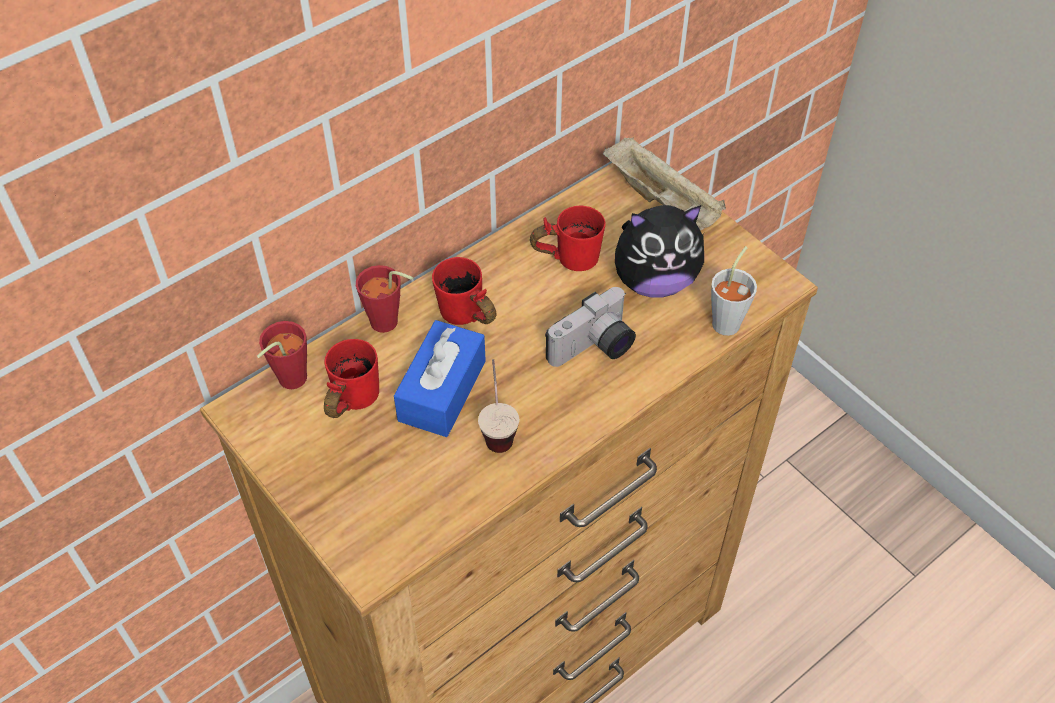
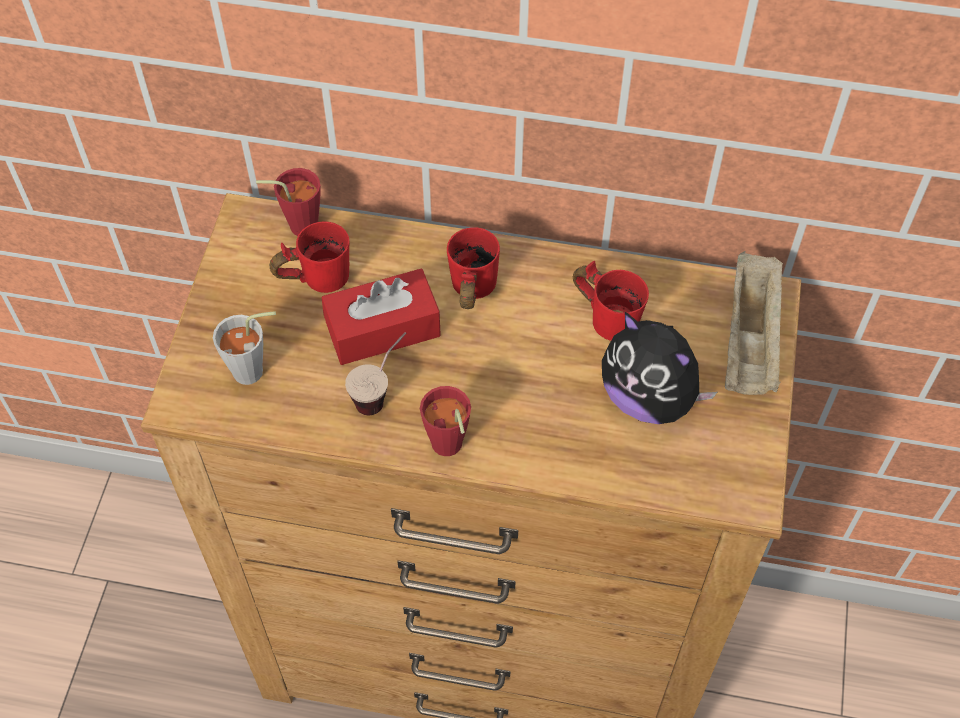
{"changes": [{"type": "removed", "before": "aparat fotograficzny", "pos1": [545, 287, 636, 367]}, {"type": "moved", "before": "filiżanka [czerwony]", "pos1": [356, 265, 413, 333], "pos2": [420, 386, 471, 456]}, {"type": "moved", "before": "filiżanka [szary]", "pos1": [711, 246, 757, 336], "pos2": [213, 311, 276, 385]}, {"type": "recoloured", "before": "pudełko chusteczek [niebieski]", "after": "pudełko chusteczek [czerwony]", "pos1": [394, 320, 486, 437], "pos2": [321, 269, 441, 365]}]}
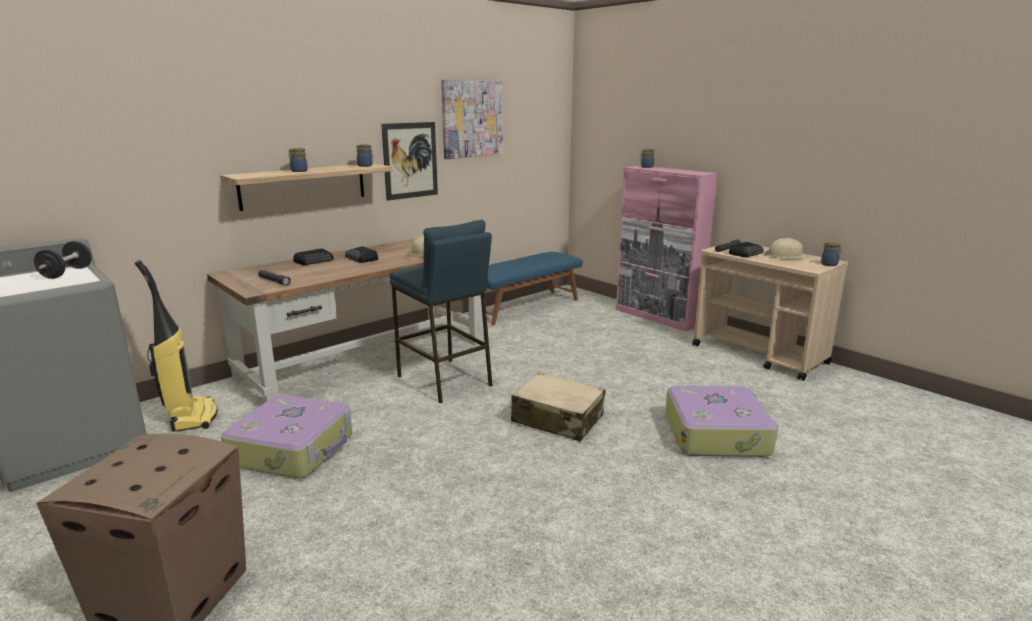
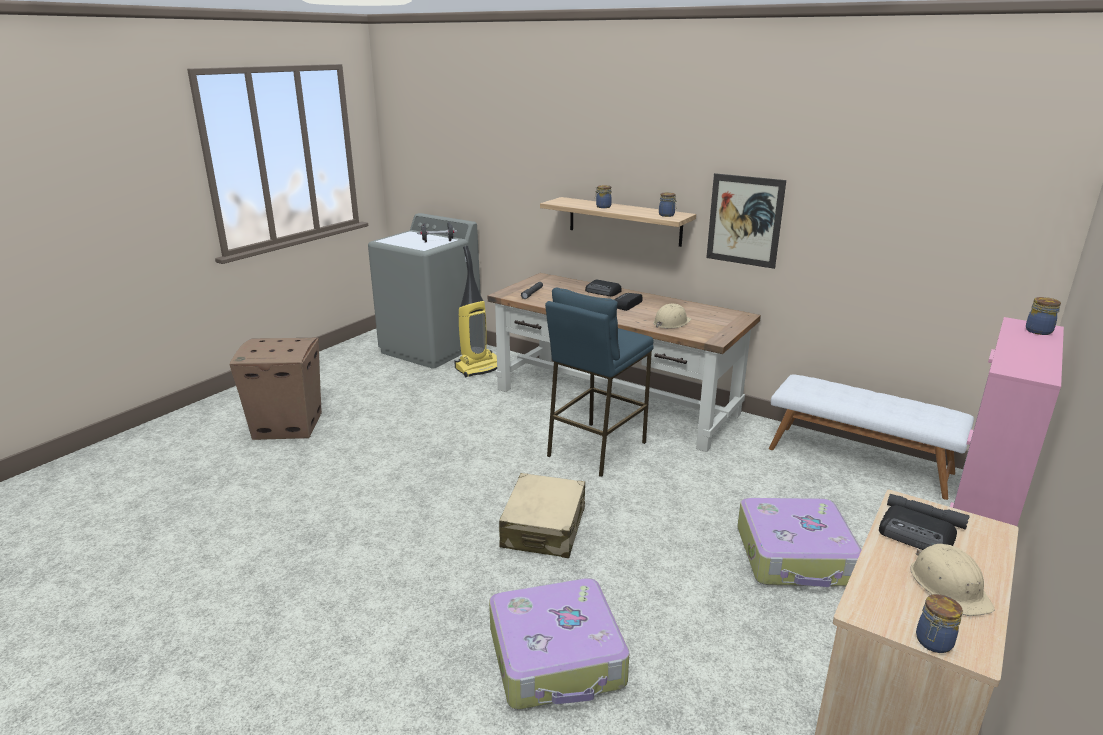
{"changes": [{"type": "removed", "before": "obraz", "pos1": [441, 80, 503, 159]}, {"type": "moved", "before": "walizka", "pos1": [221, 395, 352, 478], "pos2": [737, 498, 862, 587]}, {"type": "recoloured", "before": "ławka [niebieski]", "after": "ławka [biały]", "pos1": [468, 252, 583, 325], "pos2": [769, 374, 974, 500]}]}
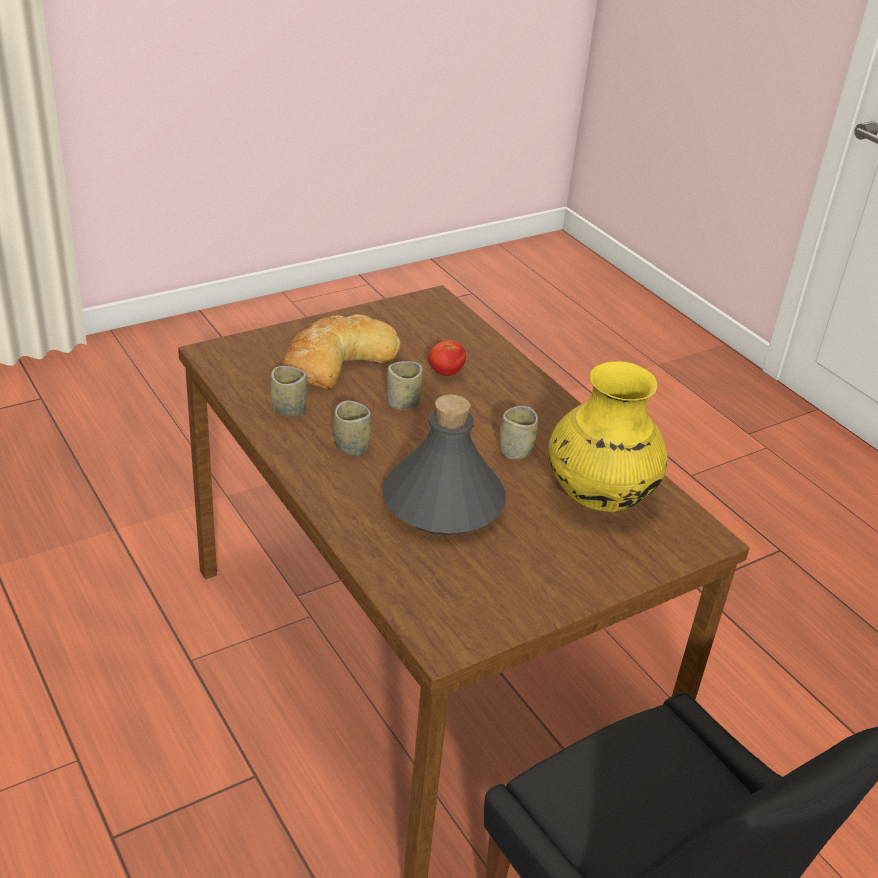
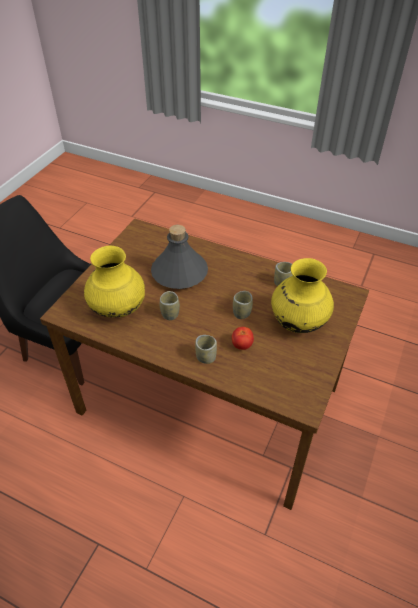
{"changes": [{"type": "moved", "before": "filiżanka", "pos1": [333, 401, 371, 456], "pos2": [195, 335, 217, 364]}, {"type": "replaced", "before": "chleb", "after": "wazon [żółty]", "pos1": [282, 314, 401, 389], "pos2": [271, 258, 334, 333]}]}
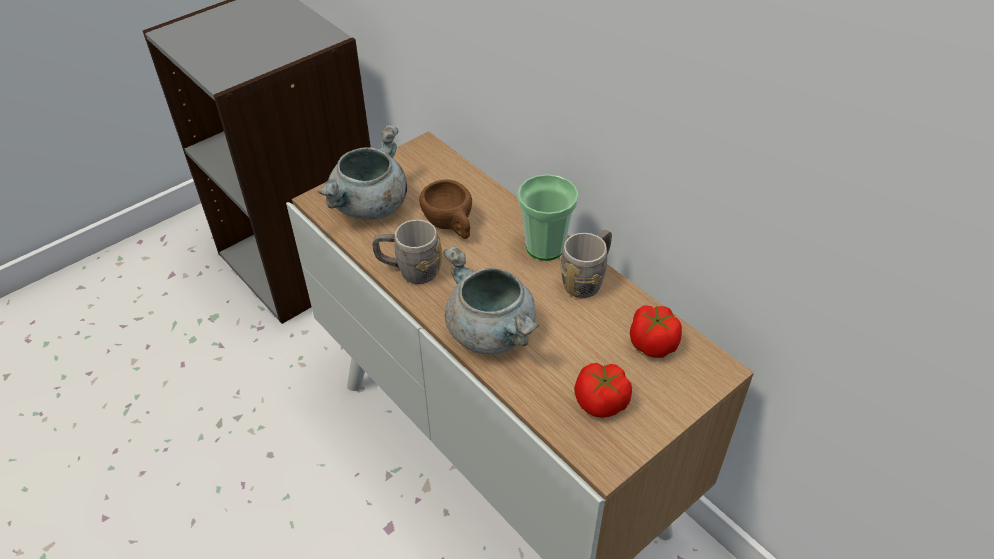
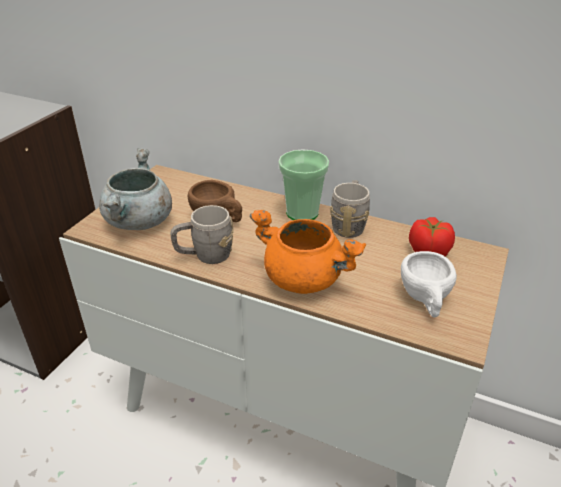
{"changes": [{"type": "replaced", "before": "pomidor", "after": "filiżanka [biały]", "pos1": [574, 363, 632, 418], "pos2": [401, 251, 457, 318]}, {"type": "recoloured", "before": "garnek [szary]", "after": "garnek [pomarańczowy]", "pos1": [443, 246, 539, 354], "pos2": [250, 210, 366, 294]}]}
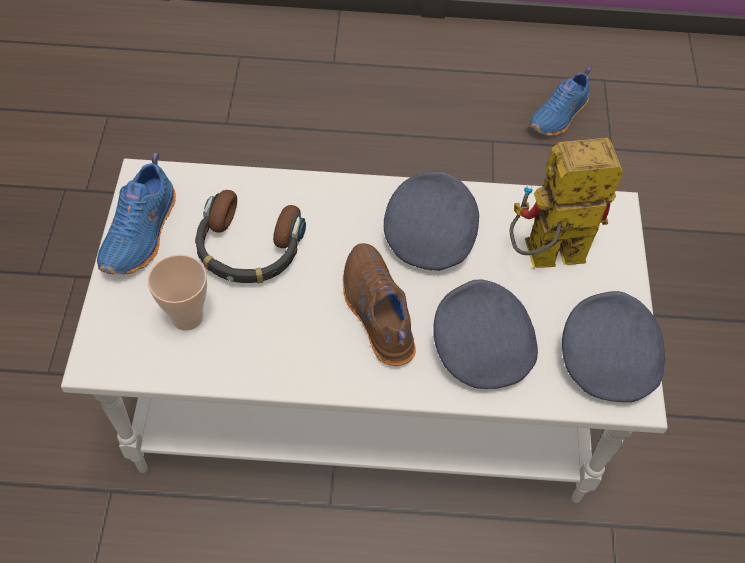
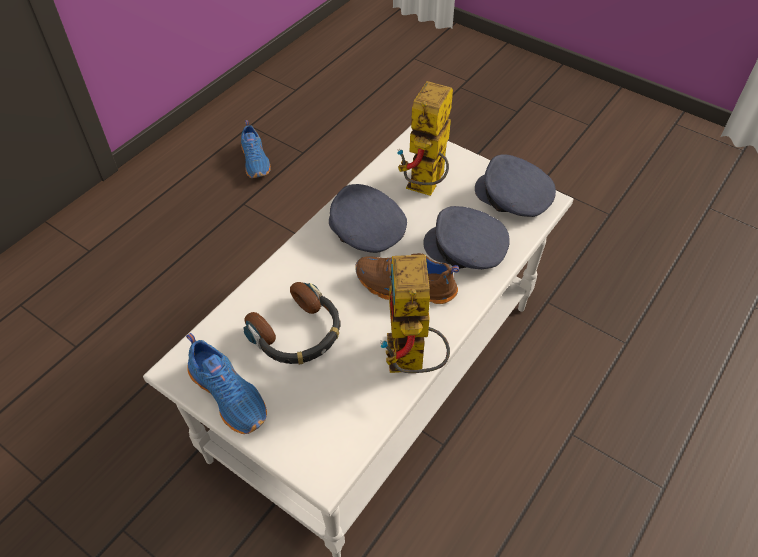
{"changes": [{"type": "removed", "before": "filiżanka", "pos1": [148, 255, 207, 331]}, {"type": "added", "after": "robot zabawkowy", "pos2": [380, 255, 450, 373]}]}
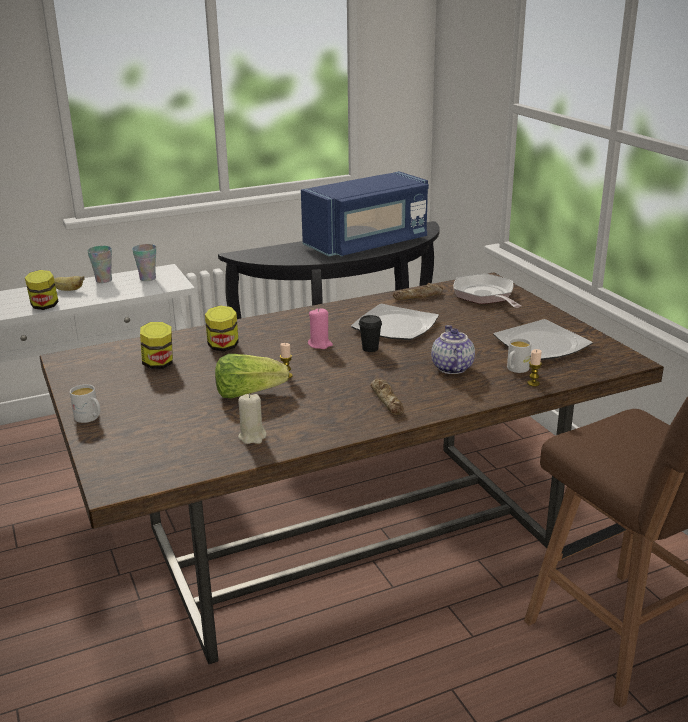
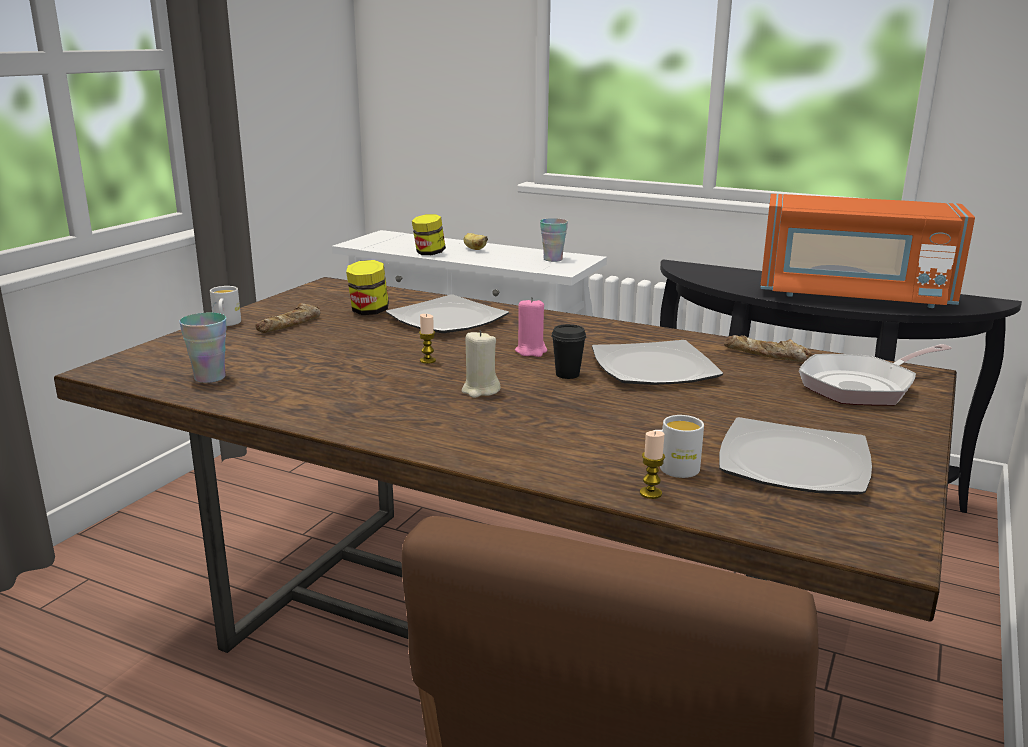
{"changes": [{"type": "removed", "before": "sałata", "pos1": [215, 354, 289, 398]}, {"type": "removed", "before": "imbryk", "pos1": [431, 325, 475, 374]}, {"type": "moved", "before": "filiżanka", "pos1": [87, 246, 112, 283], "pos2": [179, 313, 227, 383]}, {"type": "moved", "before": "świeca [beżowy]", "pos1": [238, 393, 266, 444], "pos2": [462, 330, 501, 398]}, {"type": "moved", "before": "chleb", "pos1": [370, 379, 404, 415], "pos2": [255, 303, 320, 333]}, {"type": "replaced", "before": "słoik", "after": "talerz", "pos1": [205, 305, 239, 352], "pos2": [386, 294, 509, 333]}, {"type": "recoloured", "before": "mikrofalówka [niebieski]", "after": "mikrofalówka [pomarańczowy]", "pos1": [301, 171, 429, 256], "pos2": [761, 194, 975, 308]}, {"type": "turned", "before": "patelnia", "pos1": [453, 273, 521, 308], "pos2": [799, 344, 952, 406], "turn": -150}]}
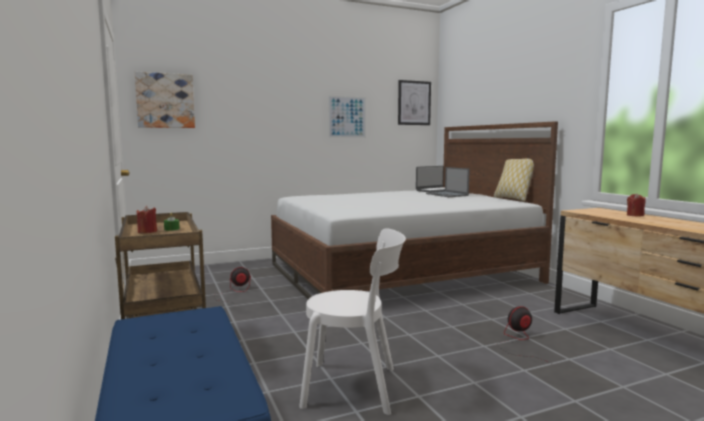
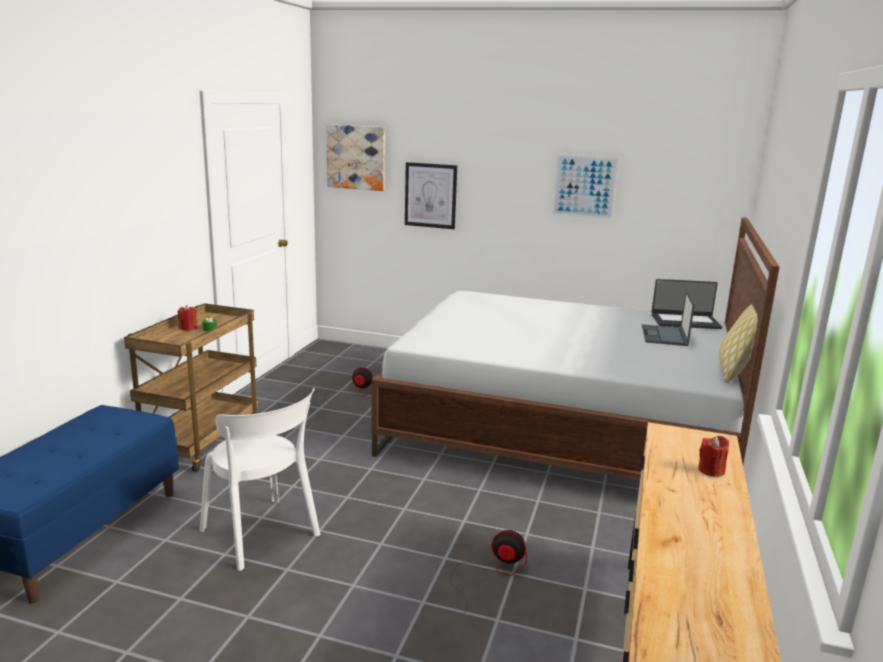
{"changes": [{"type": "moved", "before": "obraz", "pos1": [398, 80, 431, 125], "pos2": [405, 162, 457, 229]}]}
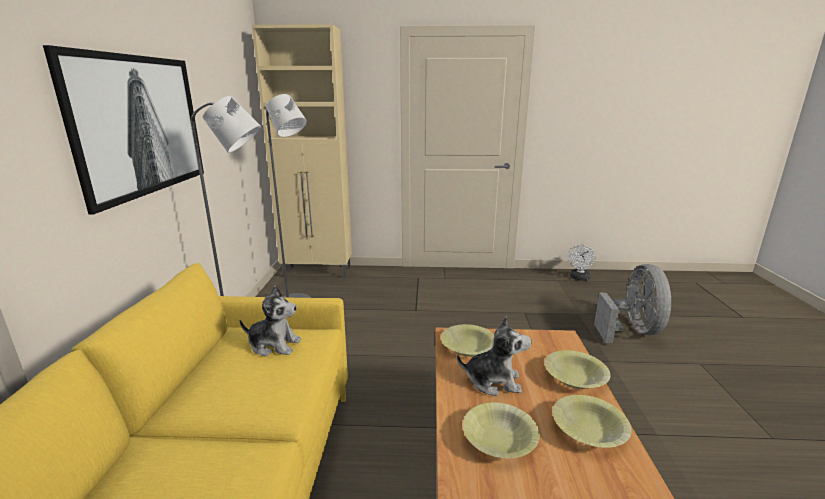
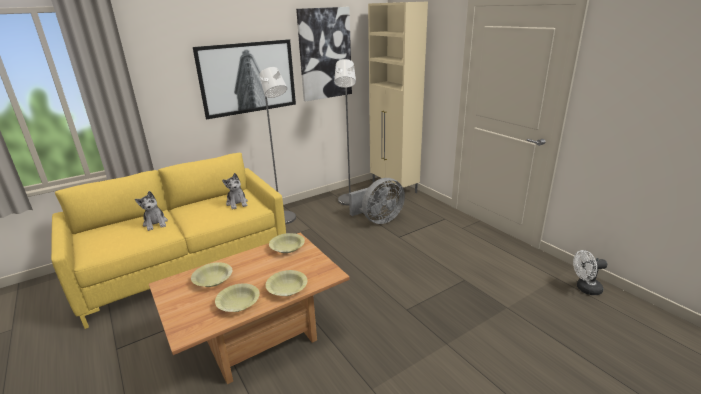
{"changes": [{"type": "added", "after": "obraz", "pos2": [296, 7, 352, 101]}, {"type": "moved", "before": "pluszak", "pos1": [457, 316, 532, 396], "pos2": [135, 191, 168, 231]}, {"type": "moved", "before": "wentylator [szary]", "pos1": [594, 264, 671, 343], "pos2": [349, 178, 405, 224]}]}
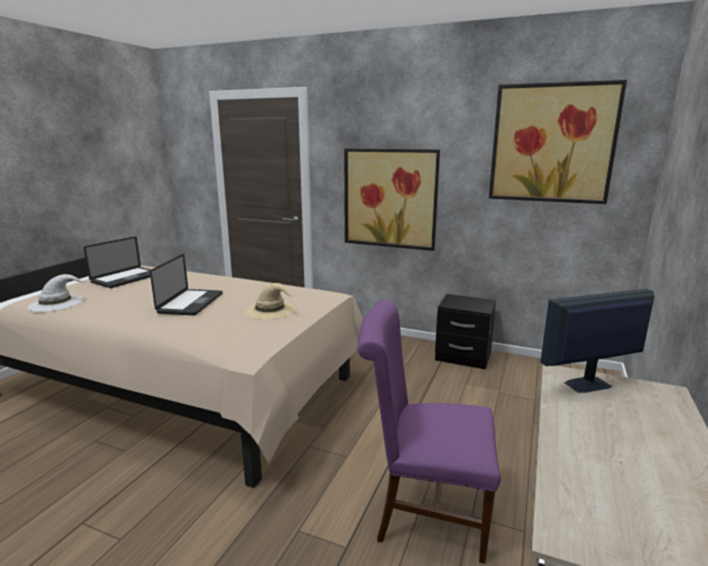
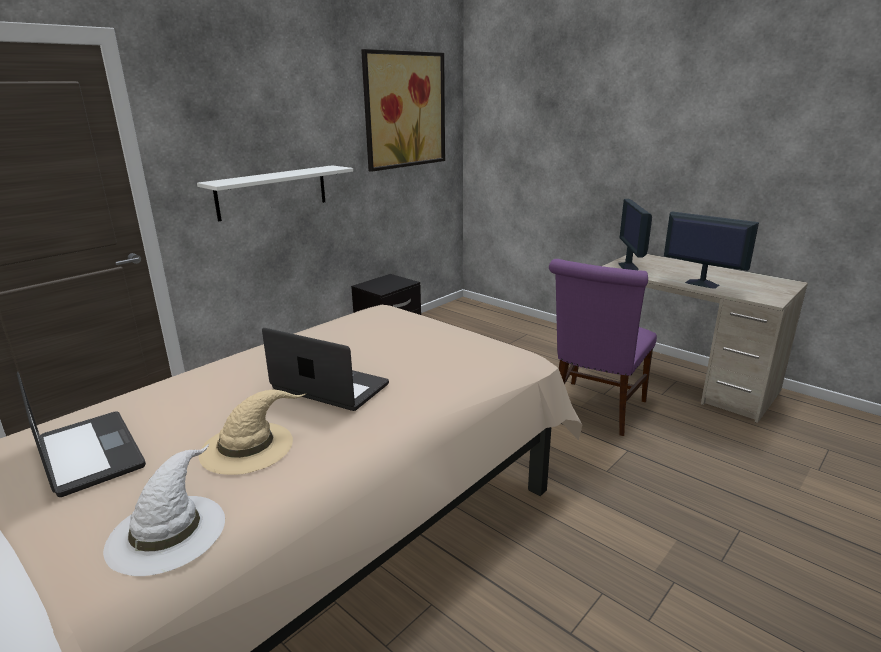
{"changes": [{"type": "added", "after": "monitor", "pos2": [664, 212, 759, 289]}, {"type": "moved", "before": "kapelusz [beżowy]", "pos1": [244, 283, 295, 320], "pos2": [199, 390, 305, 475]}, {"type": "replaced", "before": "obraz", "after": "półka [biały]", "pos1": [344, 148, 440, 251], "pos2": [197, 165, 353, 222]}]}
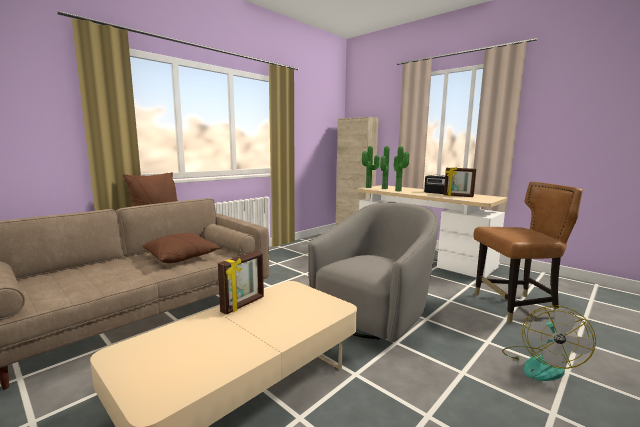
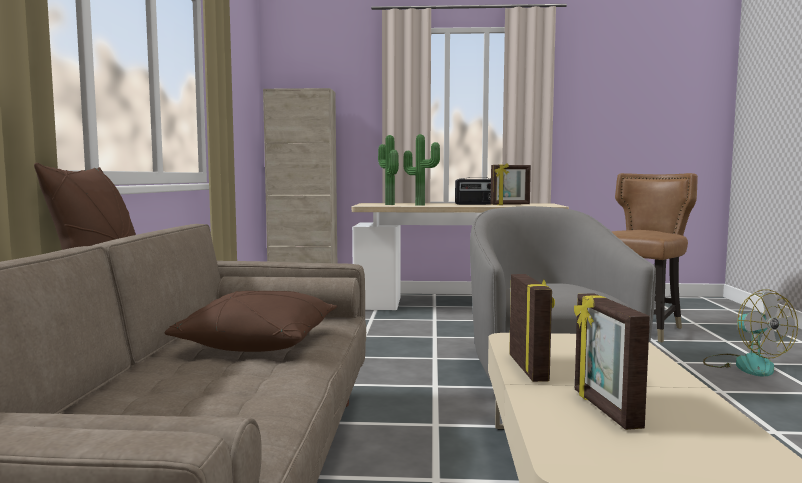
{"changes": [{"type": "removed", "before": "roślina doniczkowa", "pos1": [362, 146, 380, 188]}, {"type": "added", "after": "ramka na zdjęcie", "pos2": [574, 293, 650, 430]}]}
